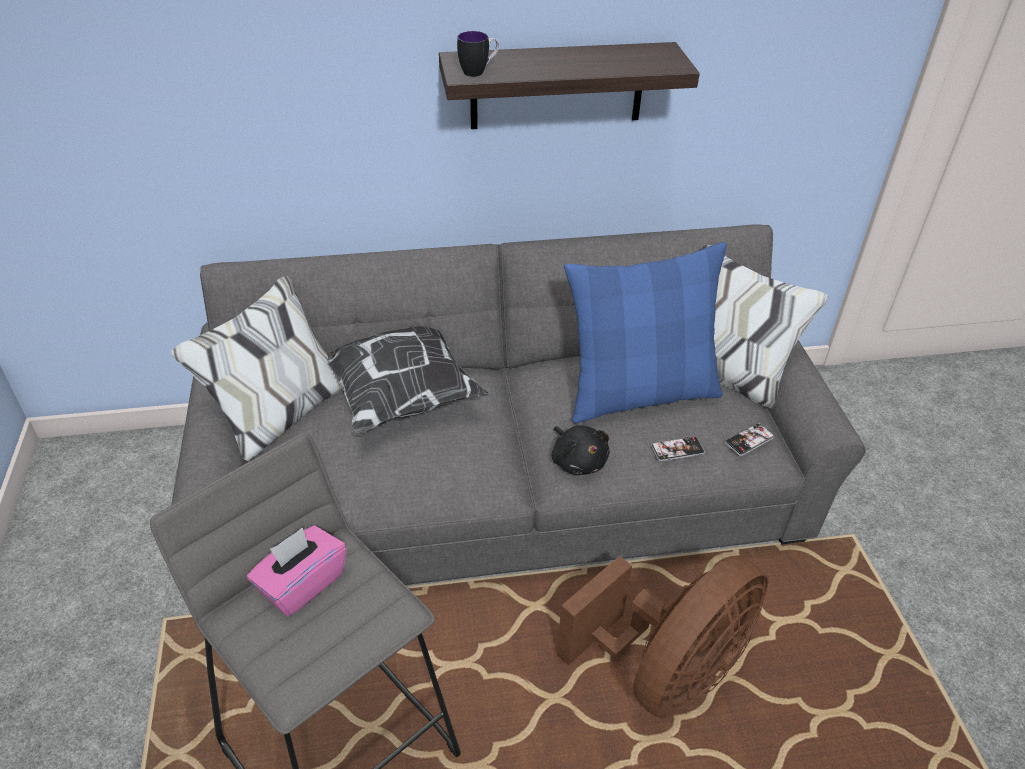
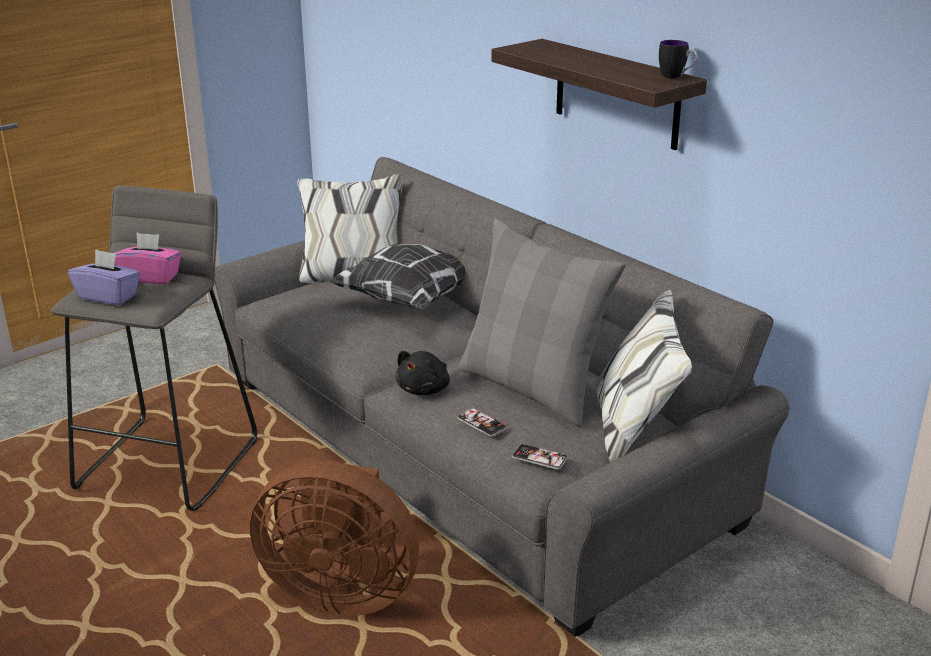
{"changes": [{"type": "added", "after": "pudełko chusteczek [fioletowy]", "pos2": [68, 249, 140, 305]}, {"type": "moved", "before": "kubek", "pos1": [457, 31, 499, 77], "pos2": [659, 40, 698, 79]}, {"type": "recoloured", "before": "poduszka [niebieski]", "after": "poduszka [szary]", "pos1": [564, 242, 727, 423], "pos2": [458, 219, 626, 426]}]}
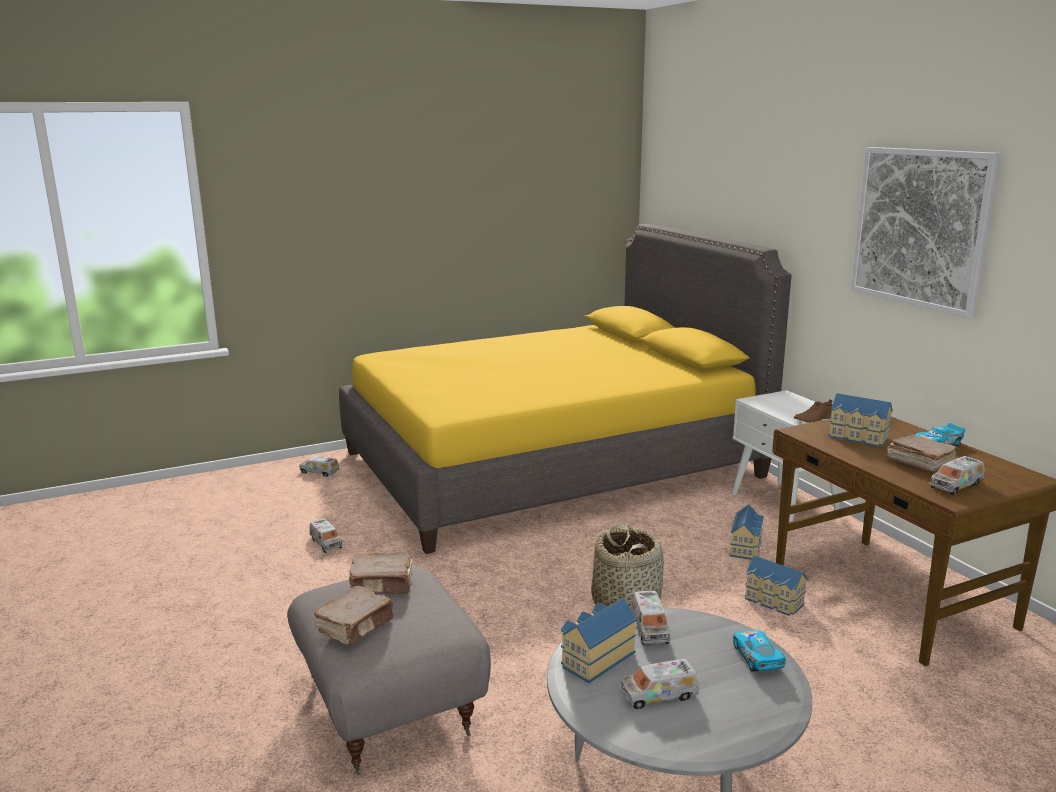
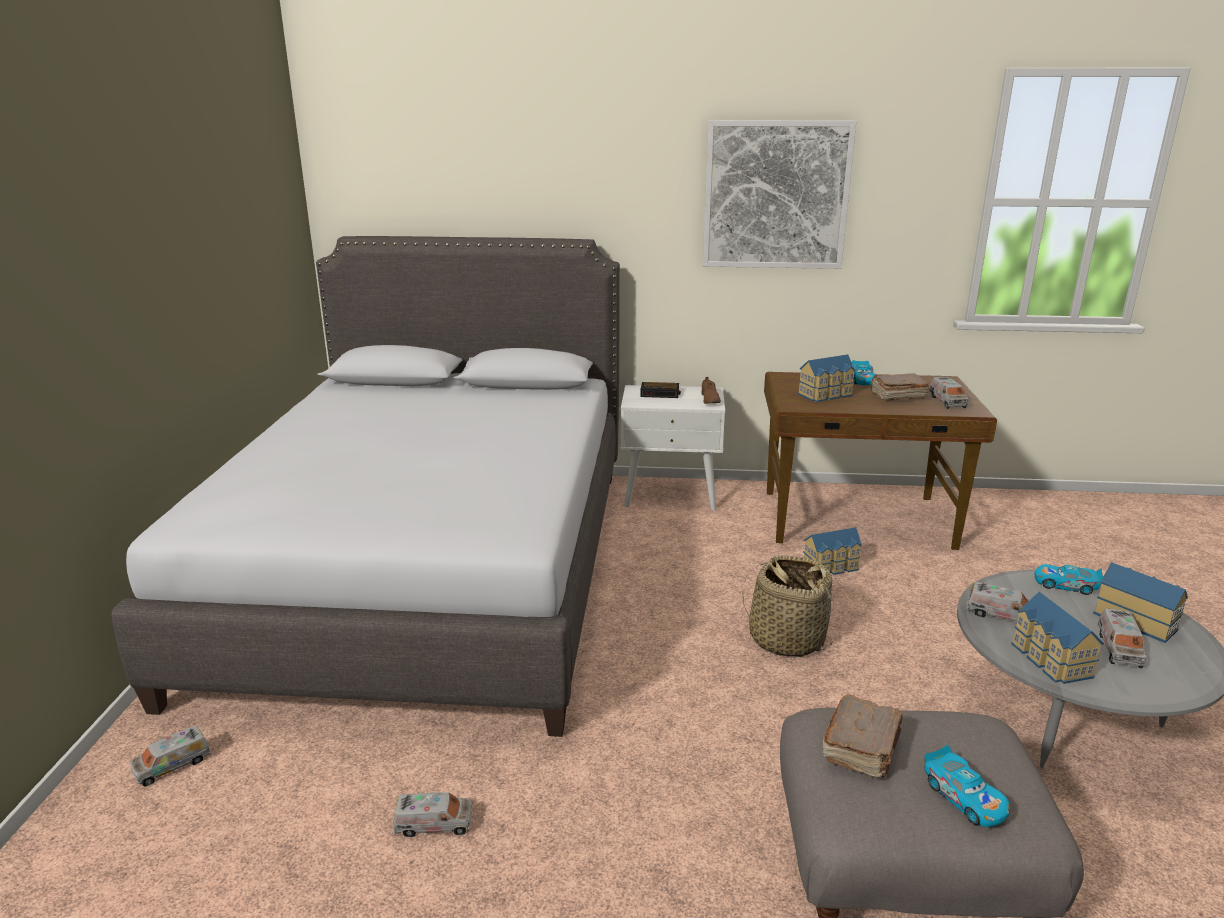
{"changes": [{"type": "added", "after": "budzik", "pos2": [640, 382, 681, 398]}, {"type": "moved", "before": "domek", "pos1": [730, 504, 764, 560], "pos2": [1093, 562, 1188, 643]}, {"type": "replaced", "before": "książka [brązowy]", "after": "samochodzik", "pos1": [314, 586, 394, 645], "pos2": [925, 745, 1010, 827]}, {"type": "recoloured", "before": "łóżko [żółty]", "after": "łóżko [szary]", "pos1": [339, 224, 792, 554], "pos2": [111, 236, 620, 737]}]}
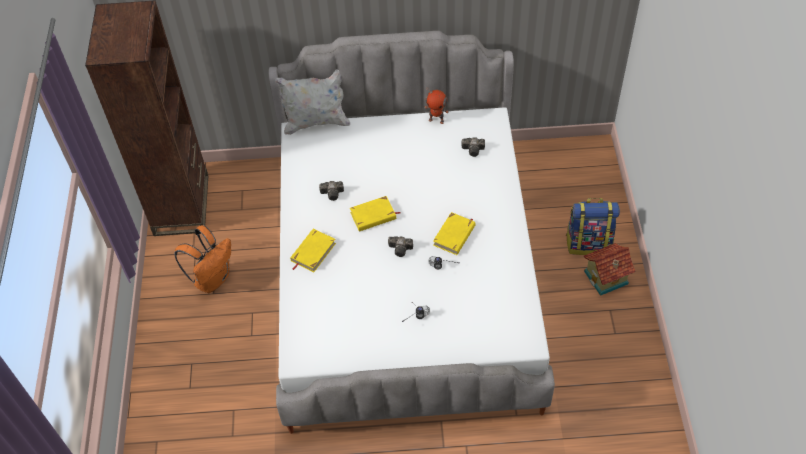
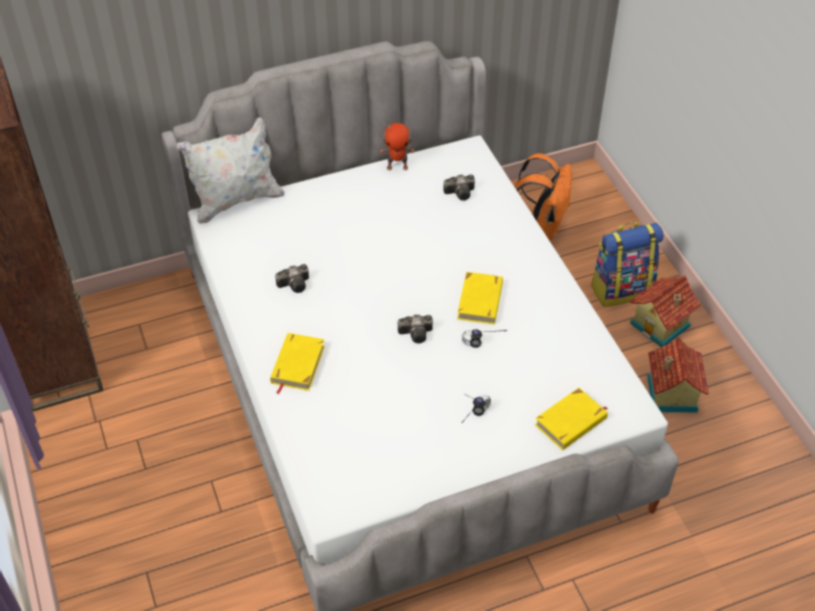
{"changes": [{"type": "added", "after": "domek", "pos2": [647, 337, 709, 412]}, {"type": "moved", "before": "plecak [pomarańczowy]", "pos1": [174, 225, 231, 293], "pos2": [514, 153, 572, 241]}, {"type": "moved", "before": "książka [żółty]", "pos1": [350, 196, 400, 232], "pos2": [535, 388, 608, 450]}]}
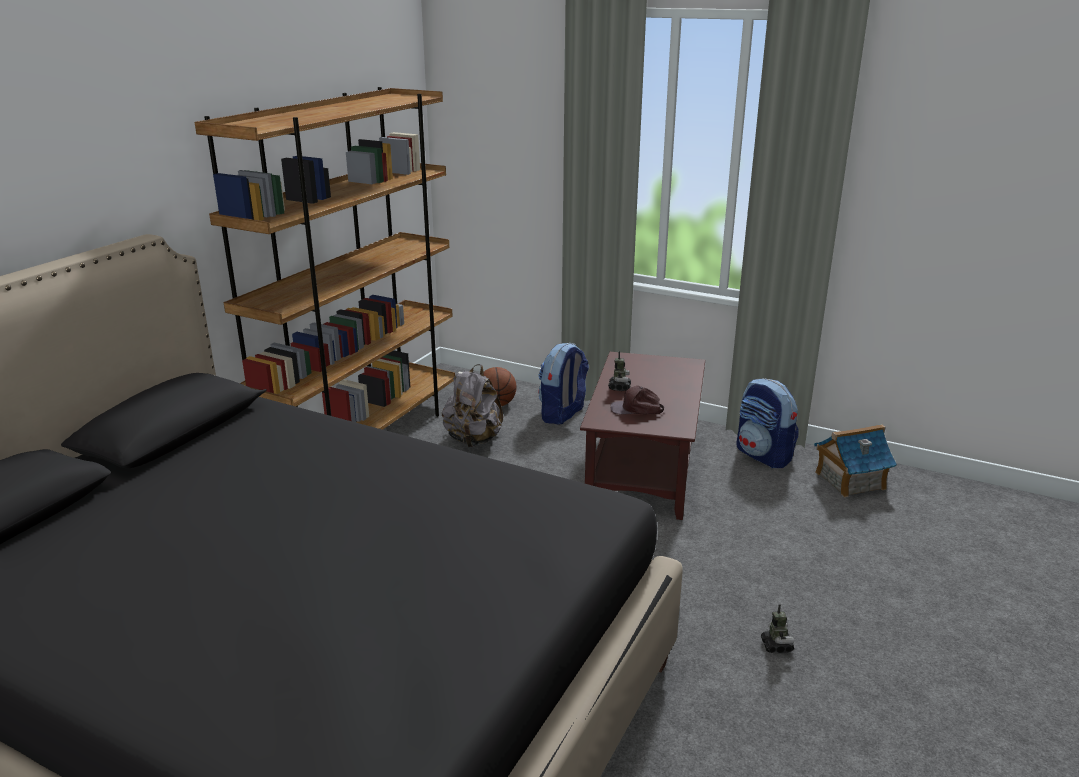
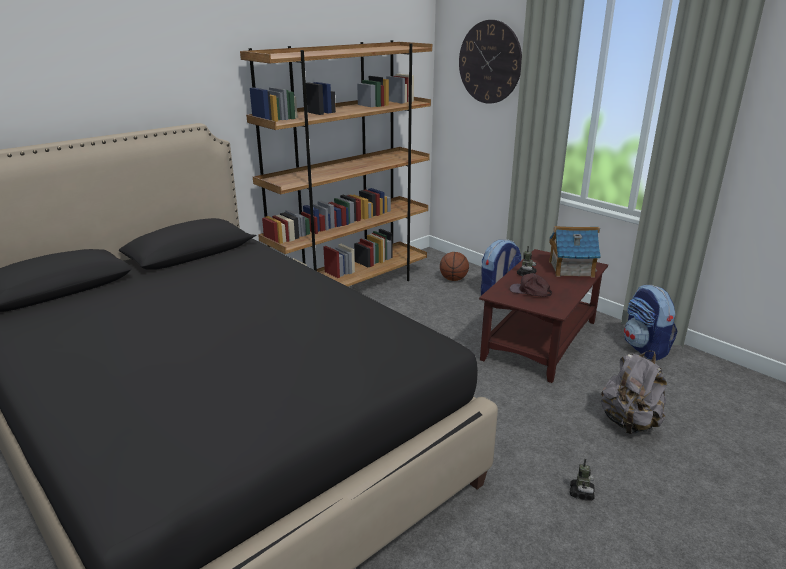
{"changes": [{"type": "added", "after": "zegar ścienny", "pos2": [459, 20, 522, 104]}, {"type": "moved", "before": "plecak [szary]", "pos1": [442, 364, 503, 447], "pos2": [601, 351, 667, 435]}, {"type": "moved", "before": "domek", "pos1": [814, 424, 897, 497], "pos2": [549, 226, 601, 277]}]}
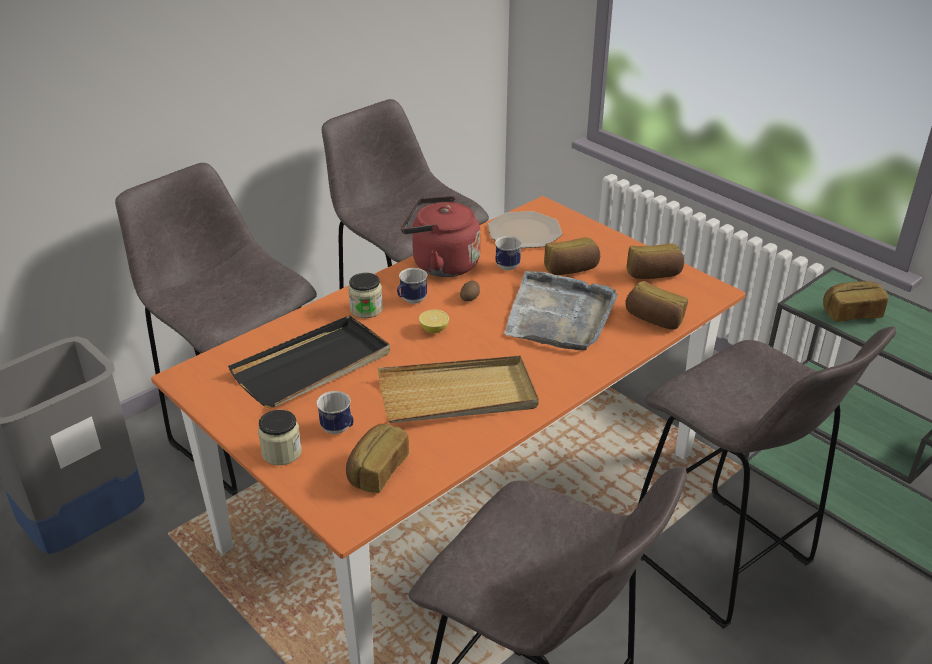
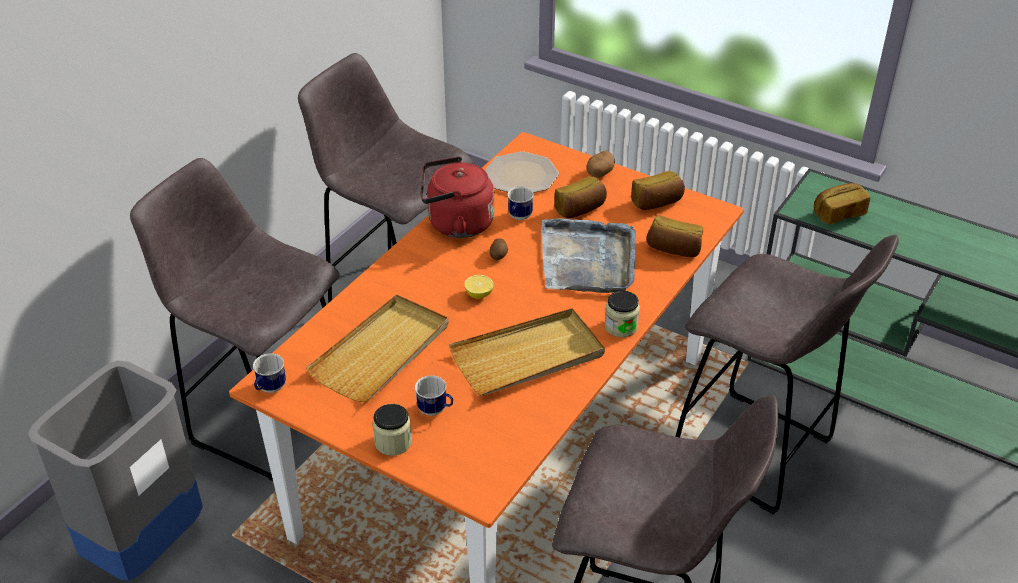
{"changes": [{"type": "removed", "before": "chleb", "pos1": [346, 424, 409, 493]}, {"type": "added", "after": "ziemniak", "pos2": [586, 151, 615, 178]}, {"type": "moved", "before": "słoik", "pos1": [348, 273, 383, 318], "pos2": [605, 291, 640, 337]}, {"type": "moved", "before": "kubek", "pos1": [397, 268, 427, 304], "pos2": [253, 353, 286, 393]}, {"type": "recoloured", "before": "taca [czarny]", "after": "taca [beżowy]", "pos1": [228, 315, 390, 409], "pos2": [306, 294, 449, 403]}]}
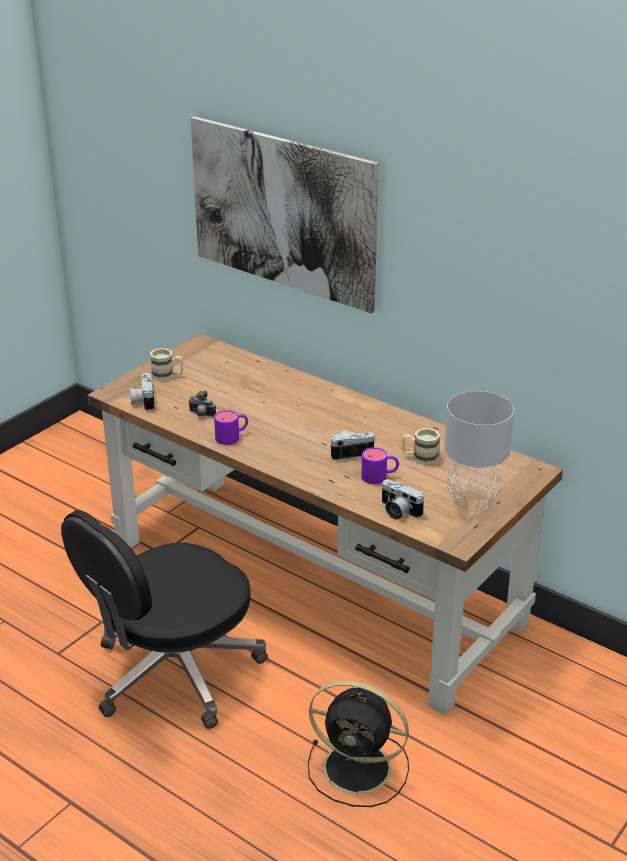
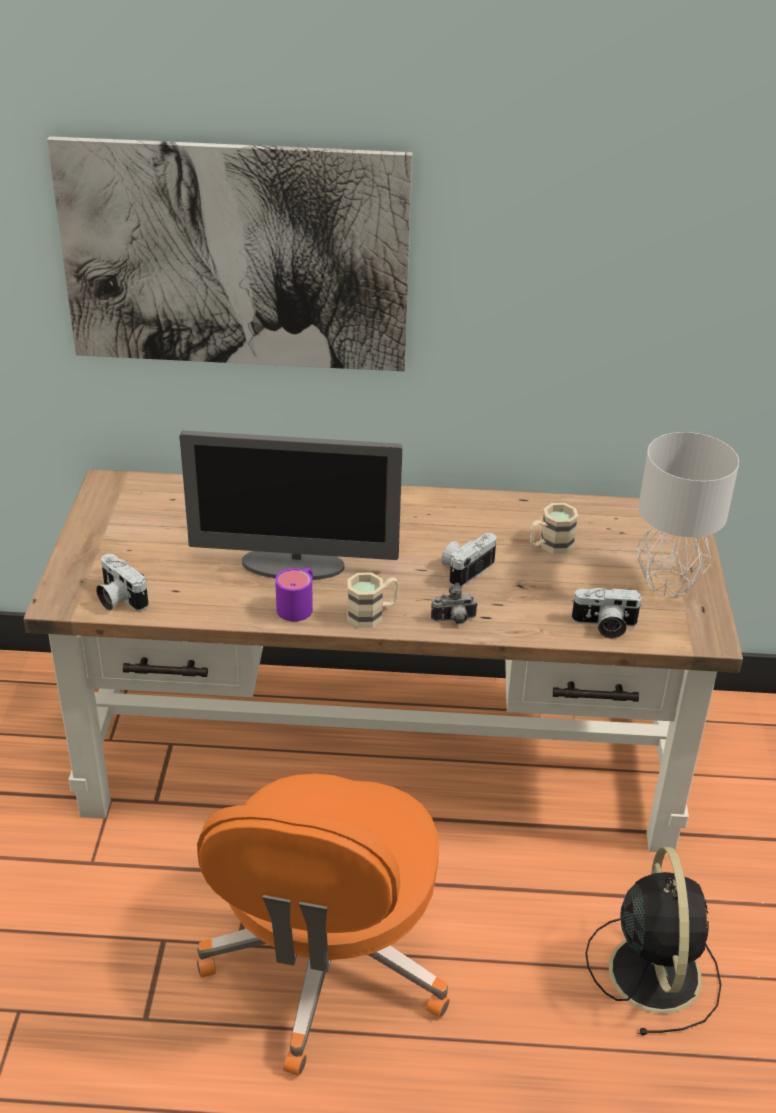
{"changes": [{"type": "removed", "before": "kubek [fioletowy]", "pos1": [361, 447, 399, 484]}, {"type": "added", "after": "monitor", "pos2": [180, 430, 403, 580]}, {"type": "moved", "before": "kubek [beżowy]", "pos1": [150, 348, 183, 381], "pos2": [347, 573, 398, 628]}, {"type": "moved", "before": "aparat fotograficzny", "pos1": [188, 391, 216, 417], "pos2": [431, 583, 478, 624]}, {"type": "recoloured", "before": "krzesło biurowe [czarny]", "after": "krzesło biurowe [pomarańczowy]", "pos1": [61, 510, 268, 729], "pos2": [197, 773, 450, 1076]}, {"type": "turned", "before": "wentylator [czarny]", "pos1": [308, 680, 409, 807], "pos2": [585, 847, 722, 1035], "turn": -75}]}
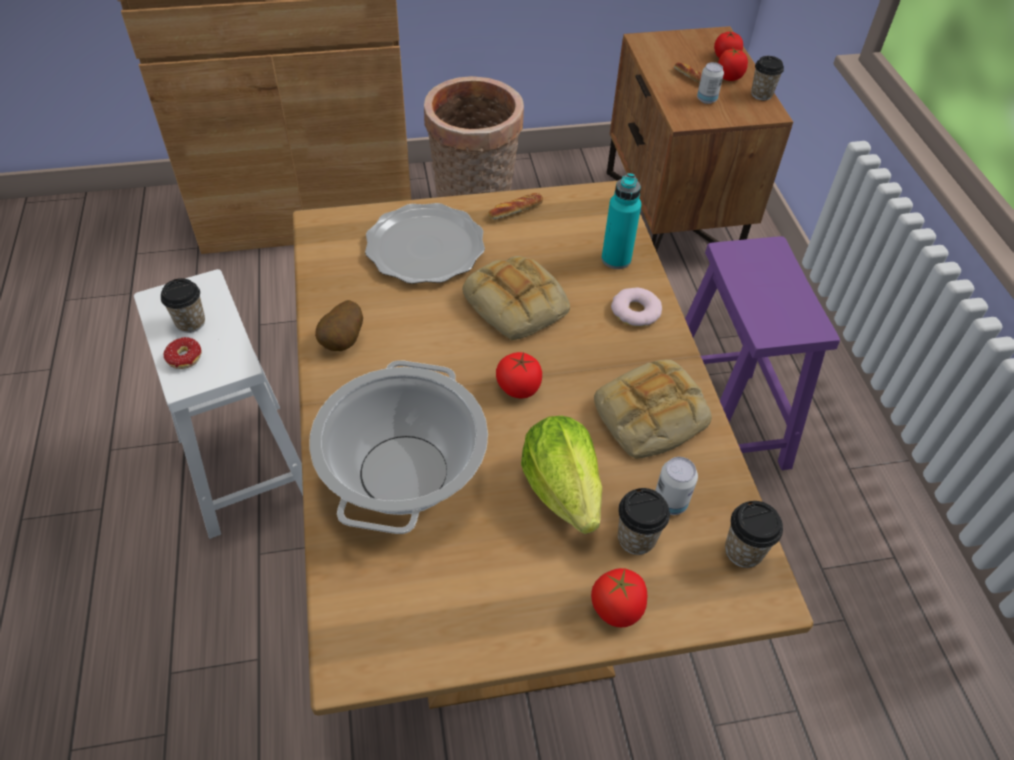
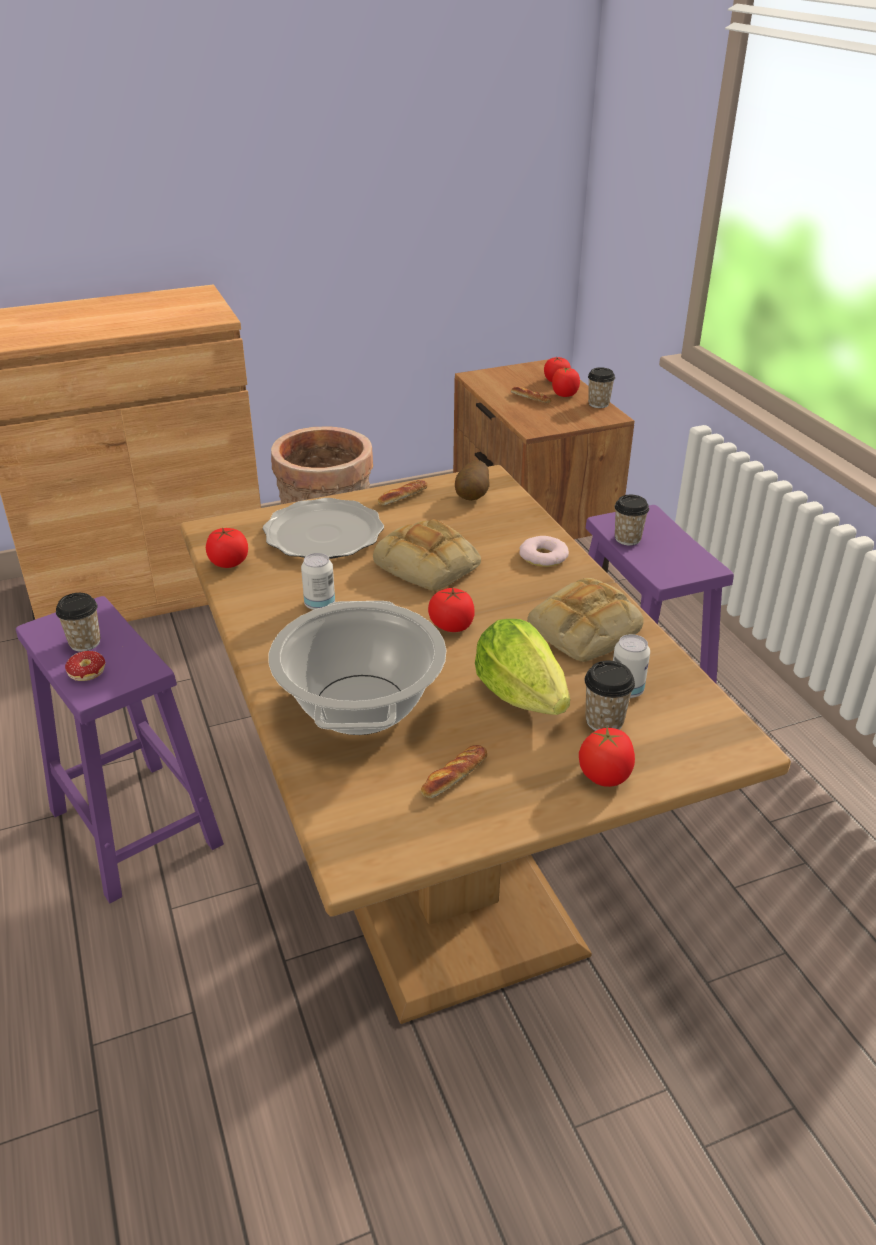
{"changes": [{"type": "removed", "before": "butelka [turkusowy]", "pos1": [602, 173, 641, 269]}, {"type": "added", "after": "pomidor", "pos2": [206, 527, 248, 568]}, {"type": "added", "after": "chleb", "pos2": [421, 745, 487, 798]}, {"type": "moved", "before": "ziemniak", "pos1": [315, 300, 363, 351], "pos2": [455, 460, 490, 501]}, {"type": "moved", "before": "puszka", "pos1": [697, 62, 724, 104], "pos2": [301, 553, 335, 610]}, {"type": "moved", "before": "filiżanka", "pos1": [725, 501, 783, 568], "pos2": [615, 495, 649, 545]}, {"type": "recoloured", "before": "stołek [biały]", "after": "stołek [fioletowy]", "pos1": [134, 269, 303, 539], "pos2": [16, 596, 224, 903]}]}
